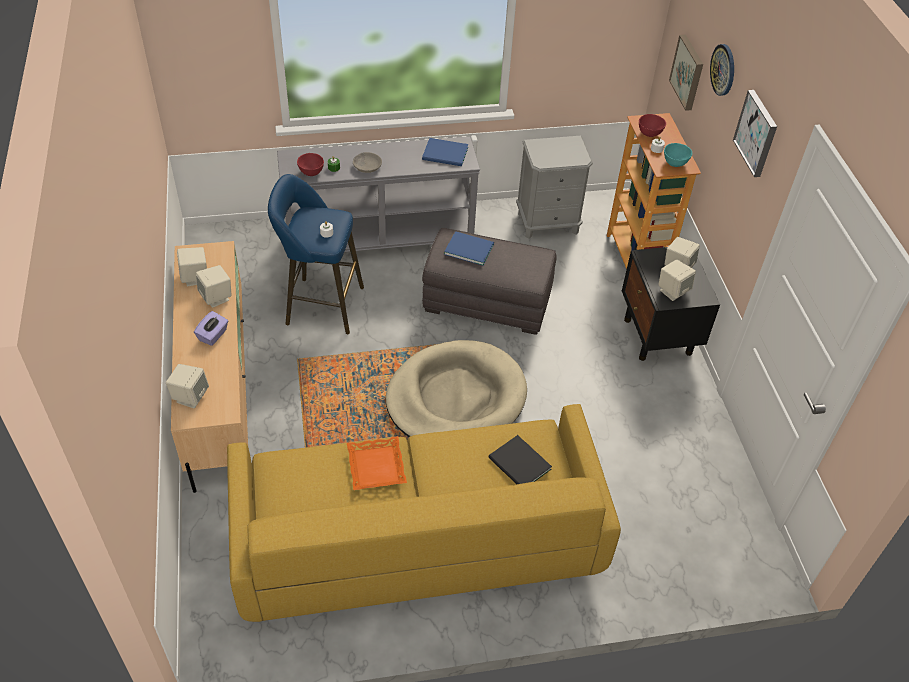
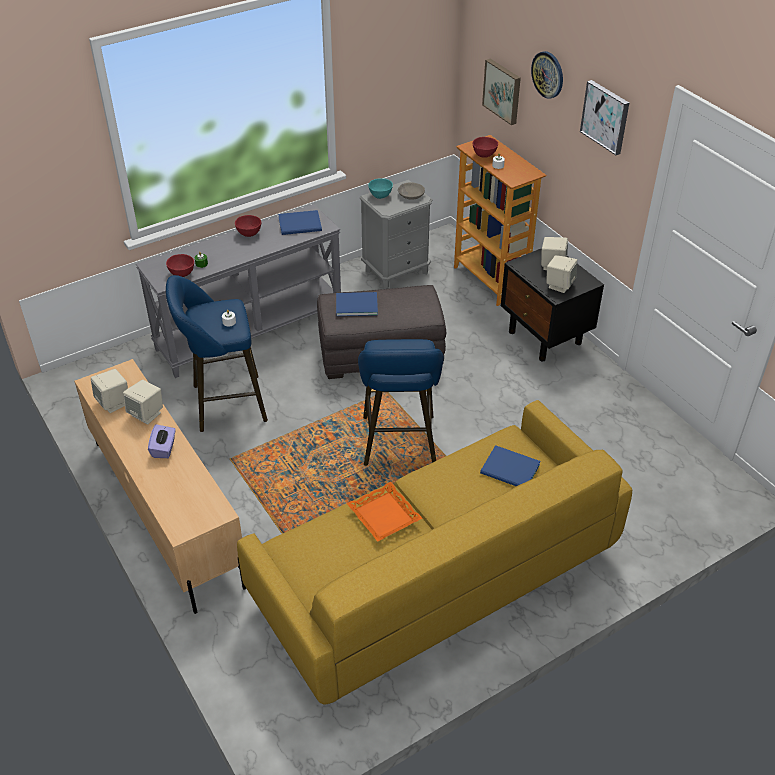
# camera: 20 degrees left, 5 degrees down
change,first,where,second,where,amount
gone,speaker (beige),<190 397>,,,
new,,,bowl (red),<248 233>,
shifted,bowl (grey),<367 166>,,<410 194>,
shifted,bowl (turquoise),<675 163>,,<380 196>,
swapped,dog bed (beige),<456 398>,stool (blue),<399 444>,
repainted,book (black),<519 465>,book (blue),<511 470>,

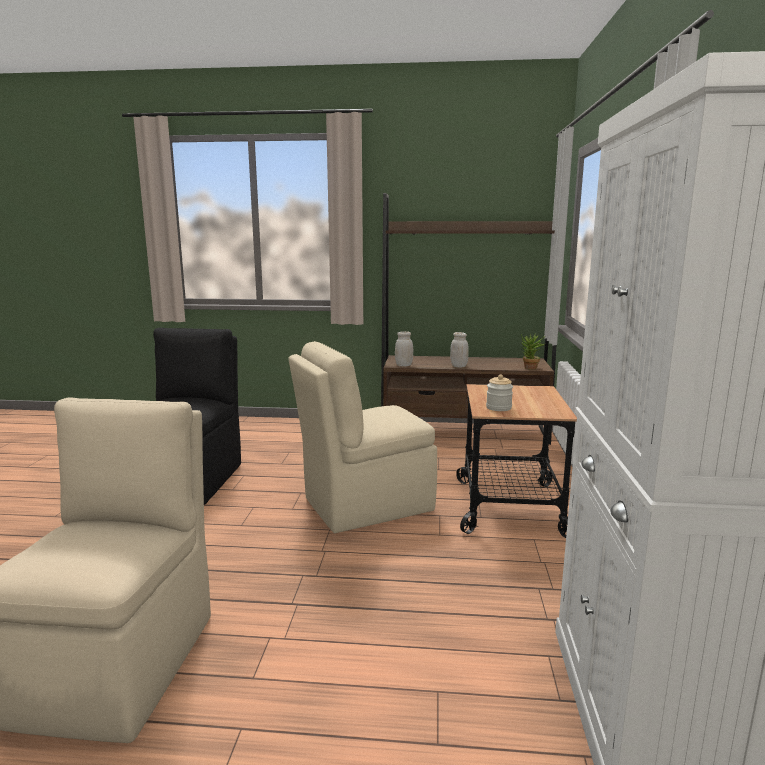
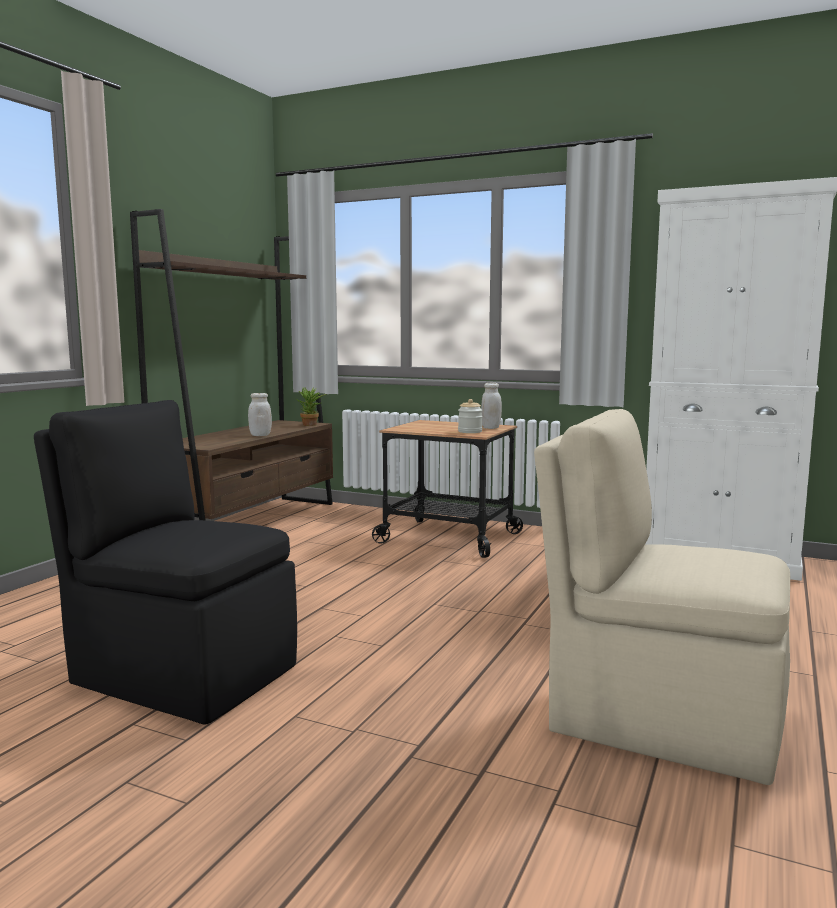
# camera: 70 degrees left, 5 degrees down
change,first,where,second,where,amount
gone,chair (beige),<365 505>,,,
shifted,jar (white),<403 365>,,<491 428>,

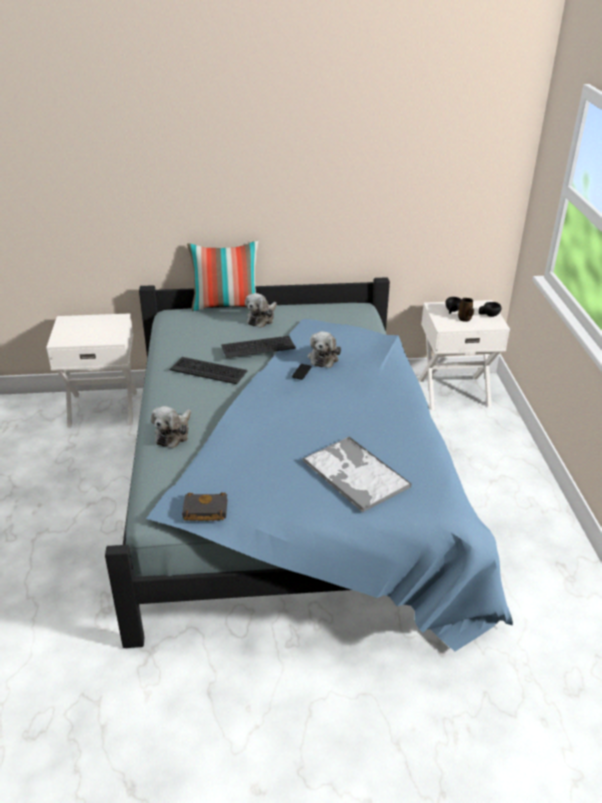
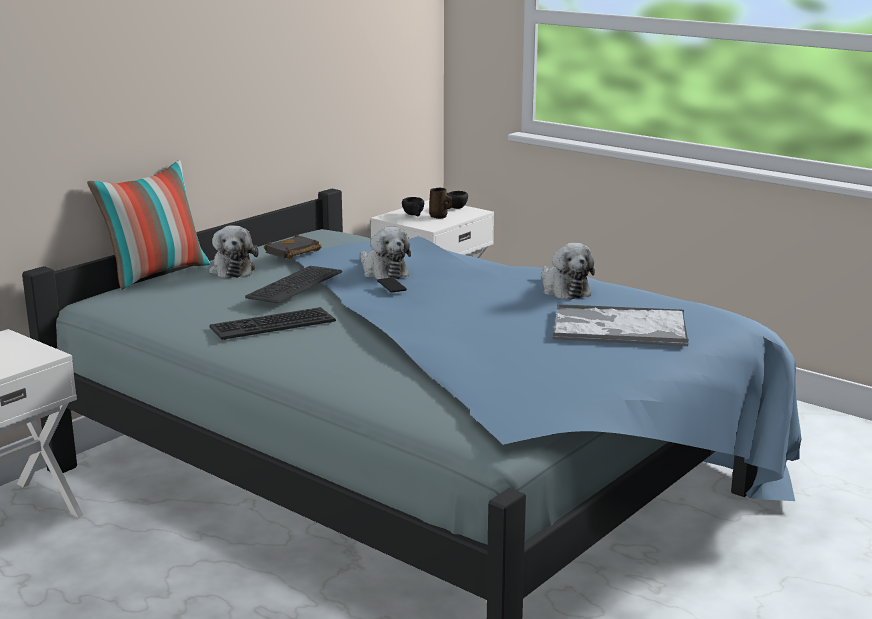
# camera: 45 degrees left, 15 degrees down
change,first,where,second,where,amount
shifted,plush toy,<173 434>,,<564 290>,
shifted,book (black),<204 511>,,<293 252>,

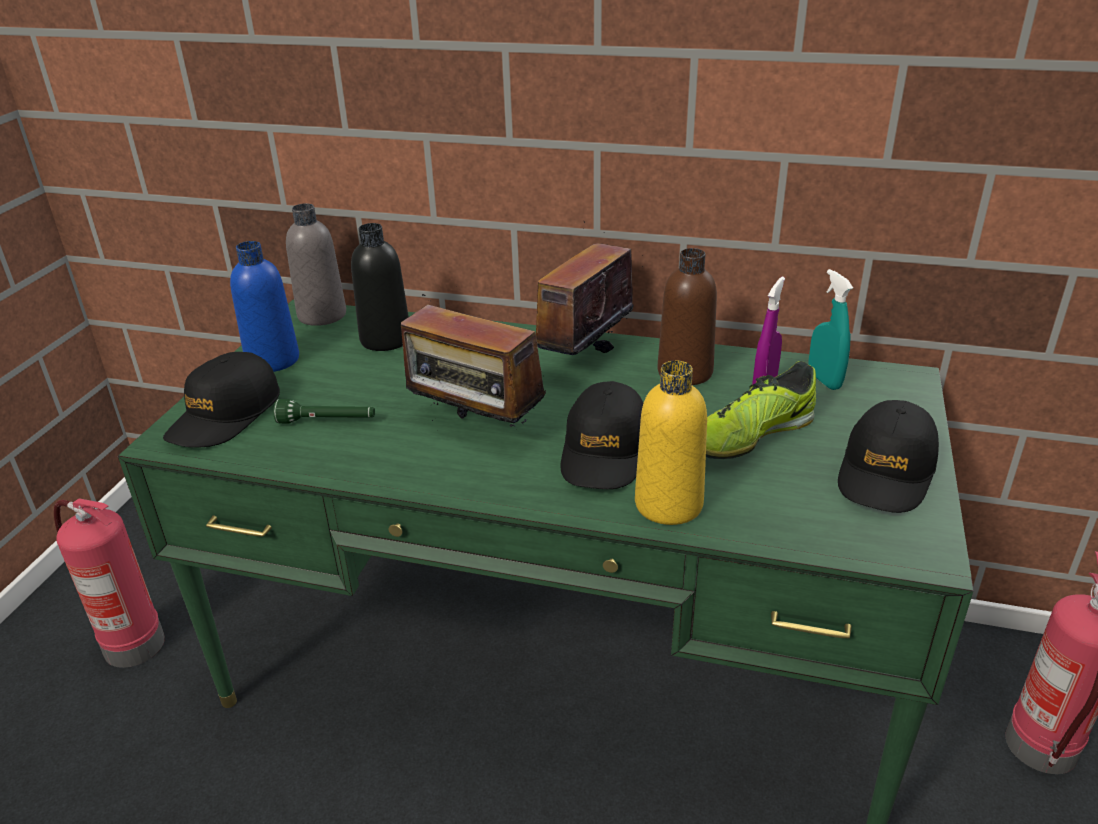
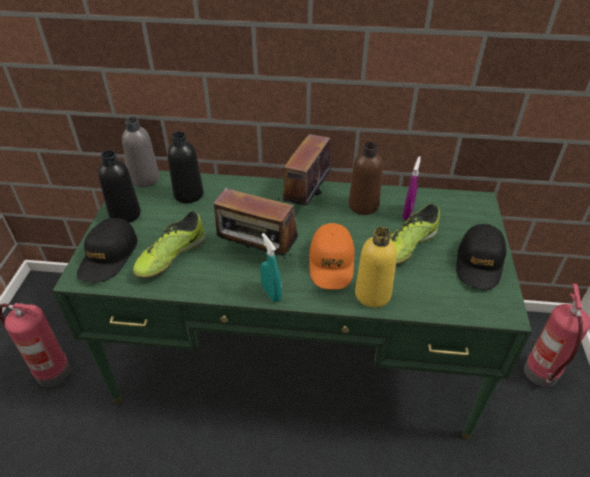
# camera: 10 degrees left, 10 degrees up
change,first,where,second,where,amount
shifted,spray bottle (turquoise),<824 380>,,<271 293>,
swapped,flashlight (green),<327 422>,shoe,<171 256>,
repainted,bottle (blue),<273 360>,bottle (black),<125 214>,
repainted,cap (black),<604 451>,cap (orange),<331 263>,

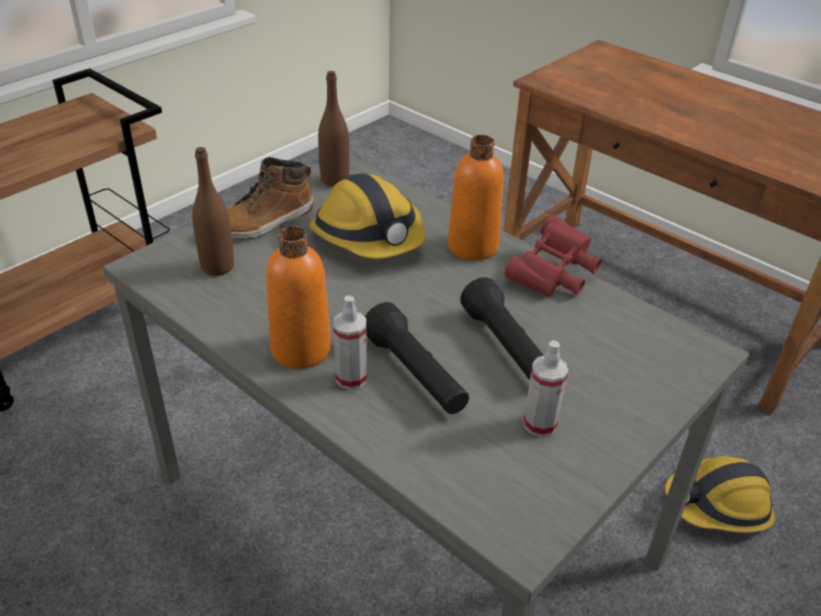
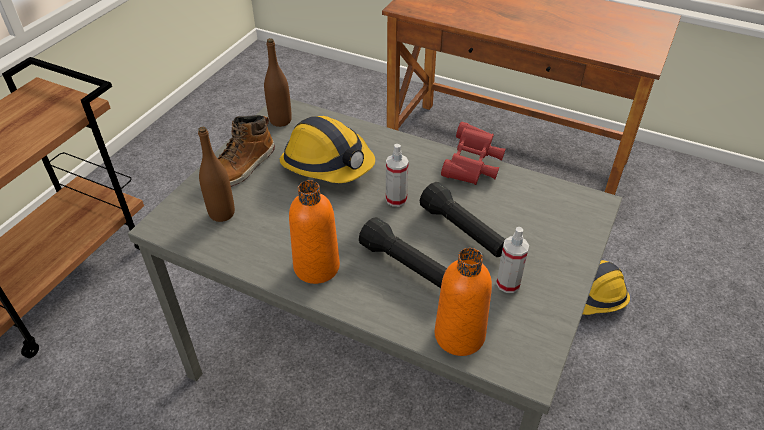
# camera: 15 degrees left, 5 degrees up
change,first,where,second,where,amount
shifted,spray bottle,<351 378>,,<396 199>,
shifted,bottle (orange),<473 247>,,<459 335>,

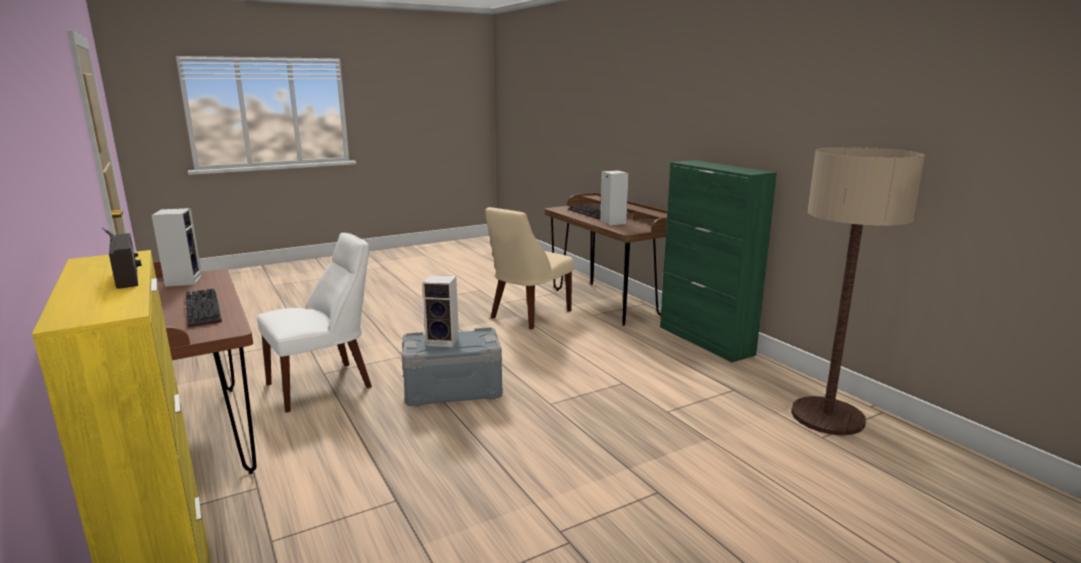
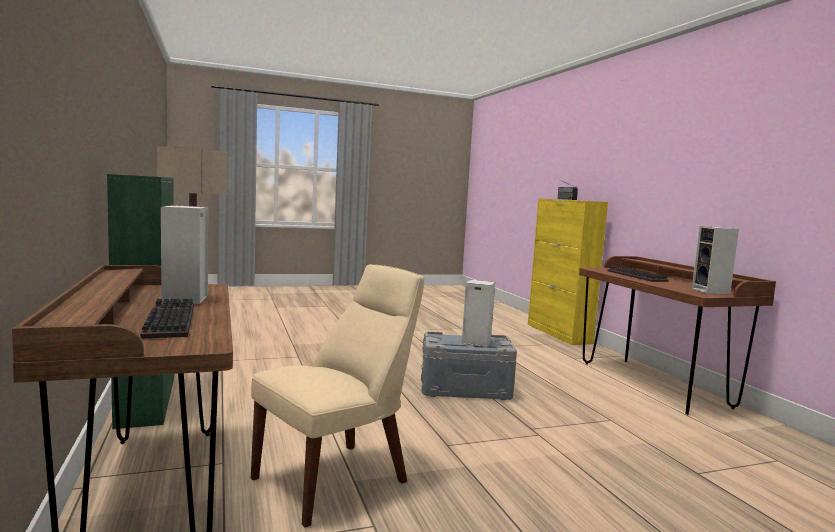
# camera: 170 degrees left, 10 degrees down
change,first,where,second,where,amount
gone,chair (white),<324 384>,,,

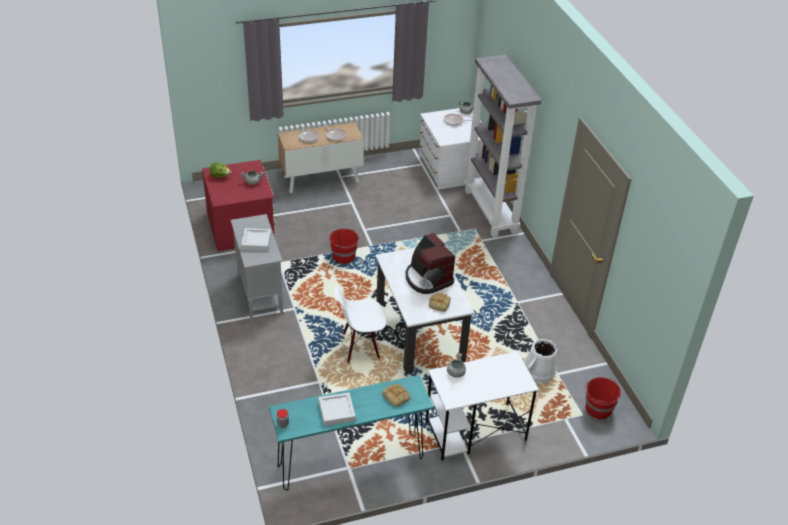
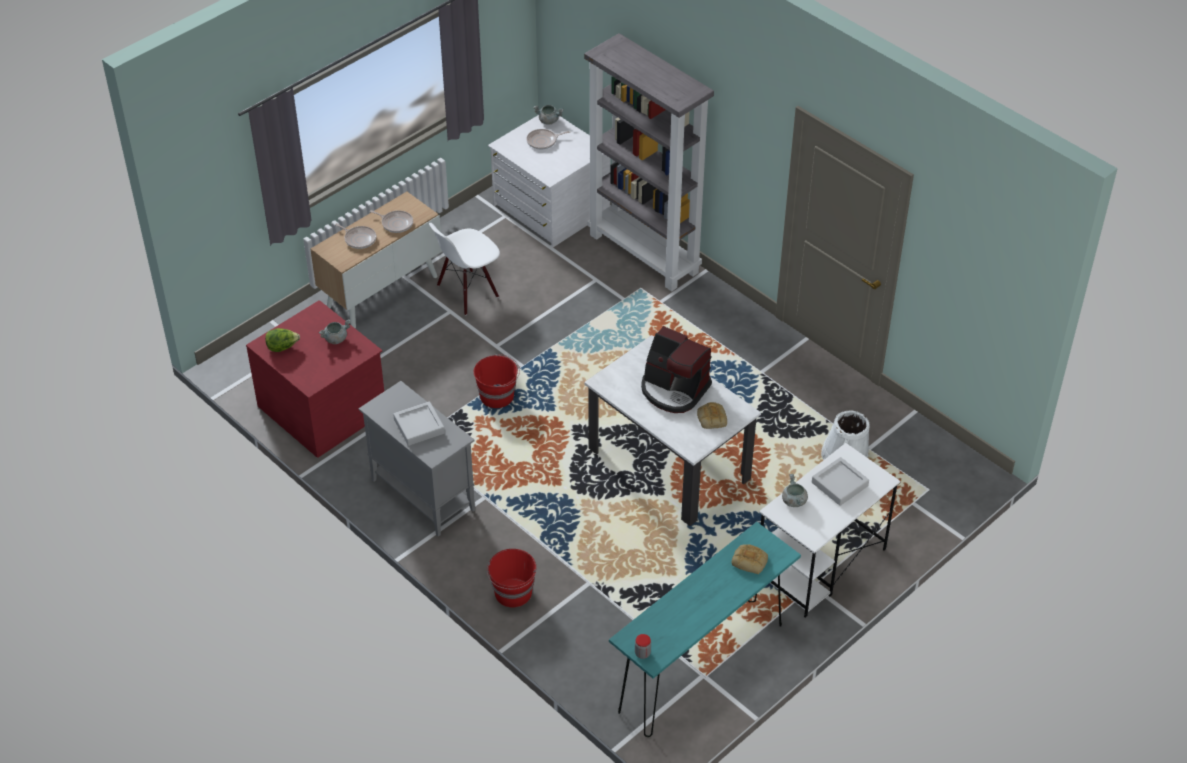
# camera: 25 degrees left, 5 degrees up
change,first,where,second,where,amount
shifted,tray (grey),<336 411>,,<839 484>,
shifted,chair (white),<360 347>,,<467 292>,
shifted,bucket (red),<598 409>,,<513 593>,

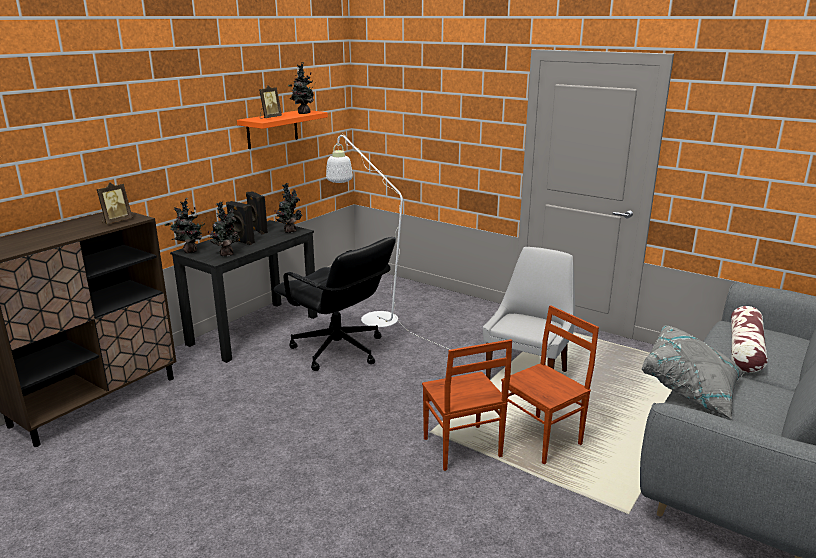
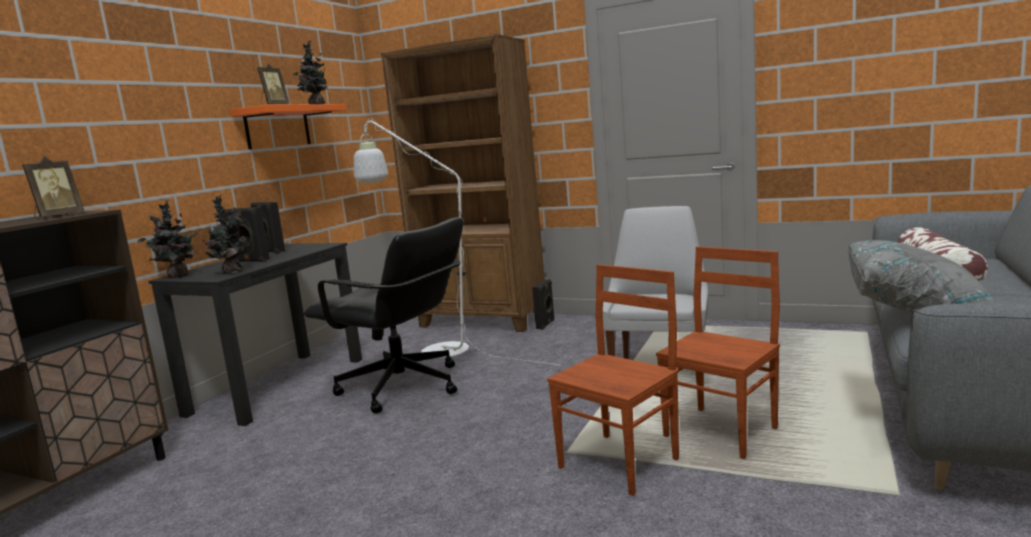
# camera: 10 degrees left, 10 degrees down
change,first,where,second,where,amount
gone,potted plant,<289 231>,,,
new,,,bookcase (brown),<483 321>,
new,,,speaker (black),<546 324>,
rotated,chair (brown),<461 448>,,<621 463>,105 degrees counterclockwise

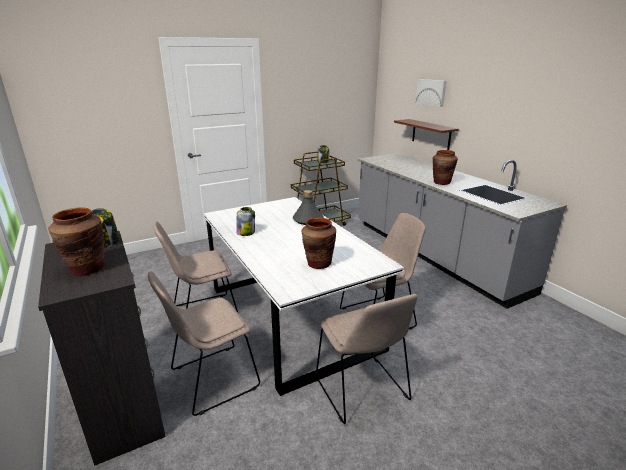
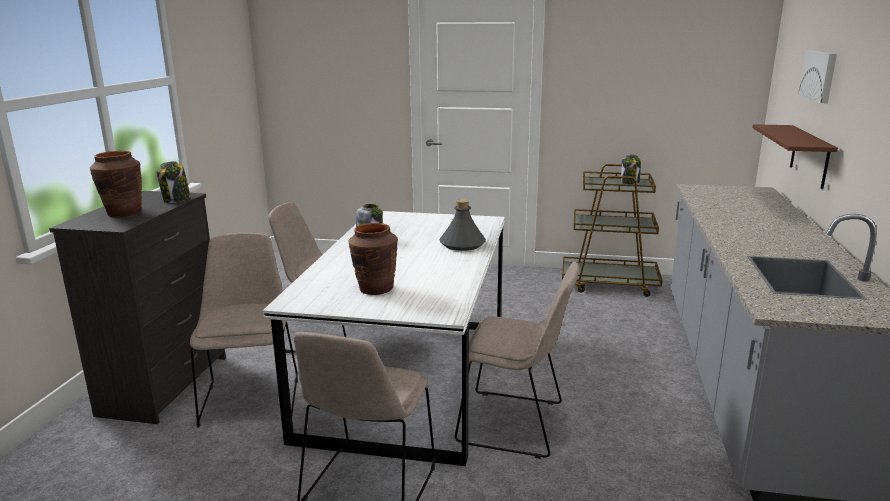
# camera: 40 degrees right, 5 degrees down
change,first,where,second,where,amount
gone,vase (brown),<441 182>,,,
rotated,chair (beige),<211 380>,,<250 398>,75 degrees clockwise

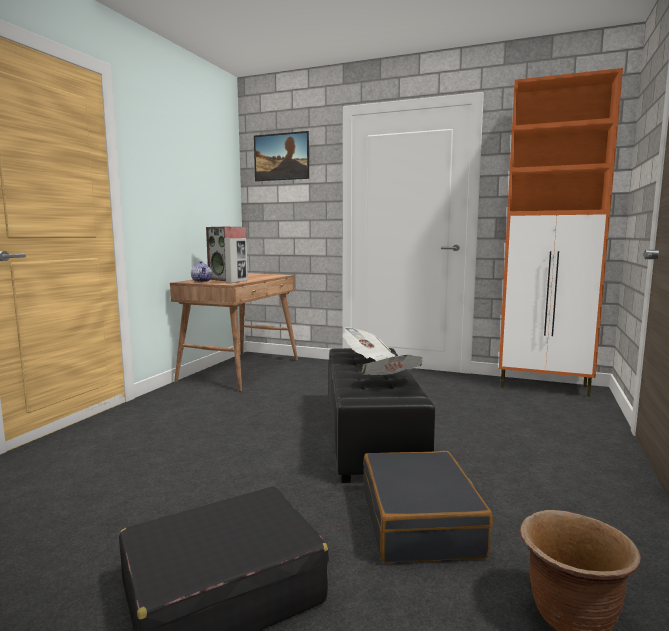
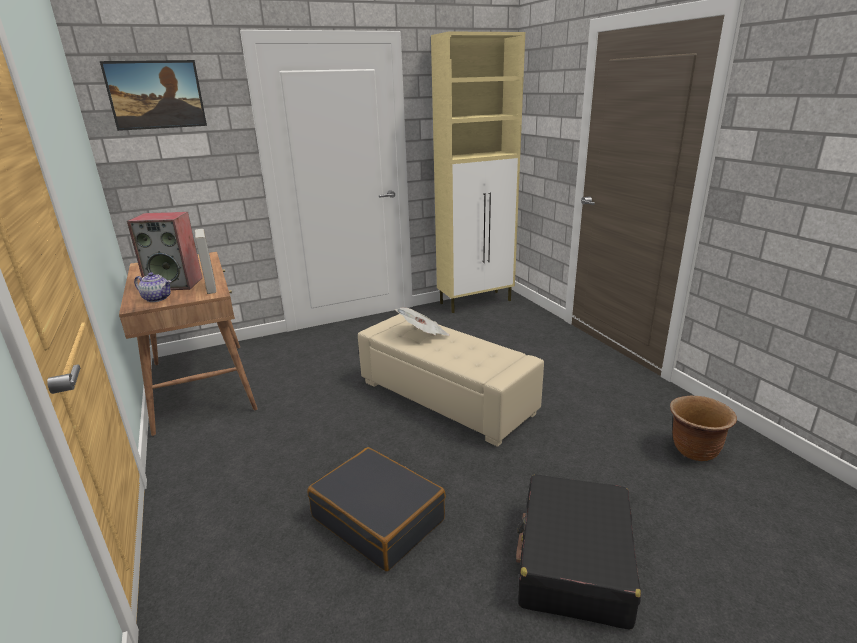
# camera: 45 degrees left, 15 degrees up
change,first,where,second,where,amount
gone,newspaper,<391 383>,,,
shifted,suitcase (black),<420 522>,,<378 518>,
repainted,ottoman (black),<371 434>,ottoman (beige),<446 397>,
repainted,cabinet (orange),<544 387>,cabinet (beige),<476 302>,

